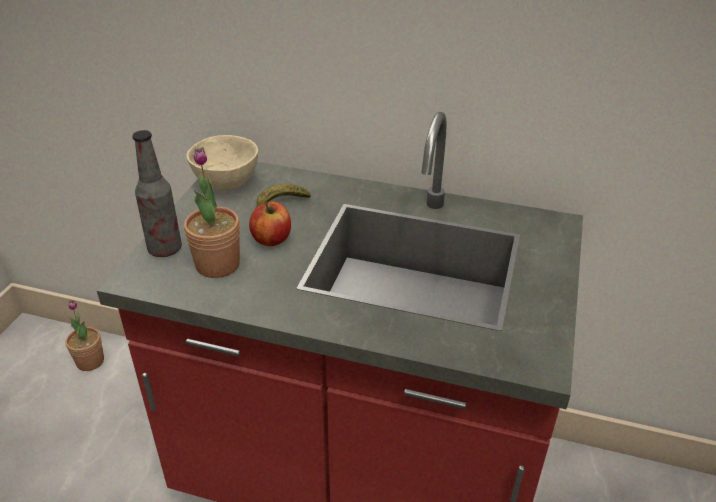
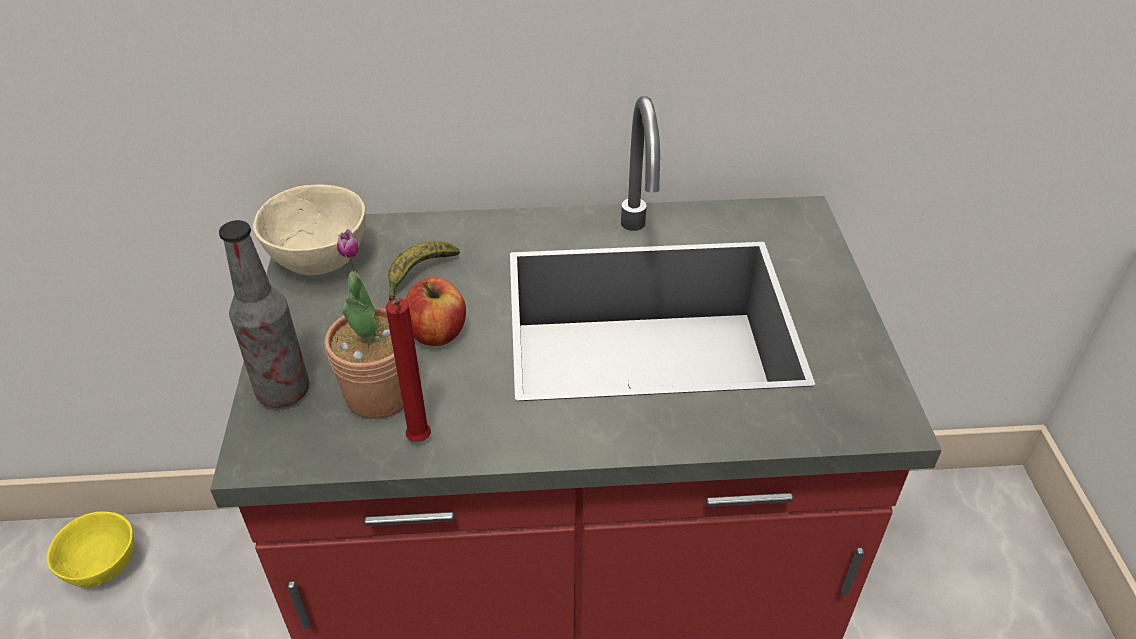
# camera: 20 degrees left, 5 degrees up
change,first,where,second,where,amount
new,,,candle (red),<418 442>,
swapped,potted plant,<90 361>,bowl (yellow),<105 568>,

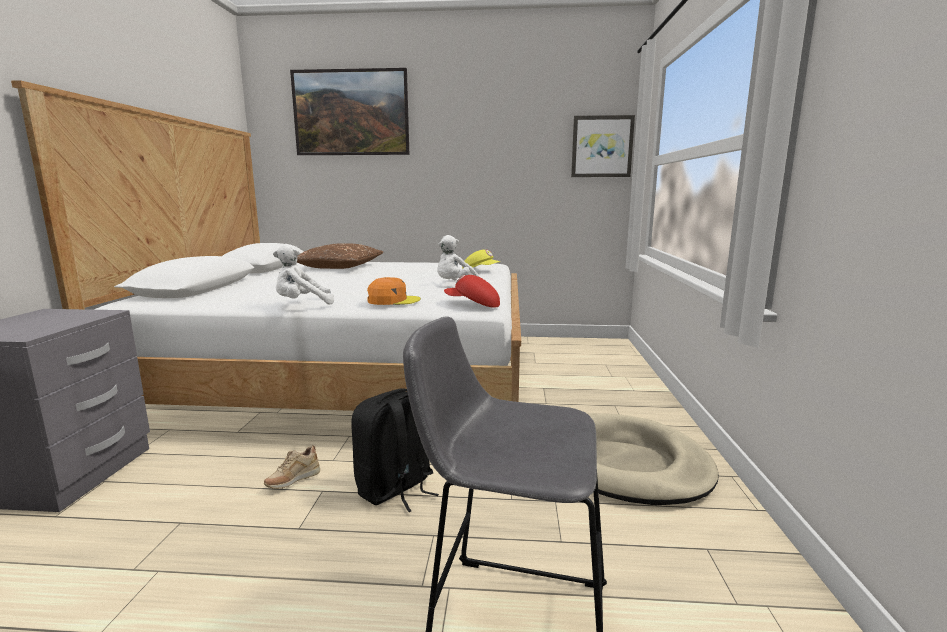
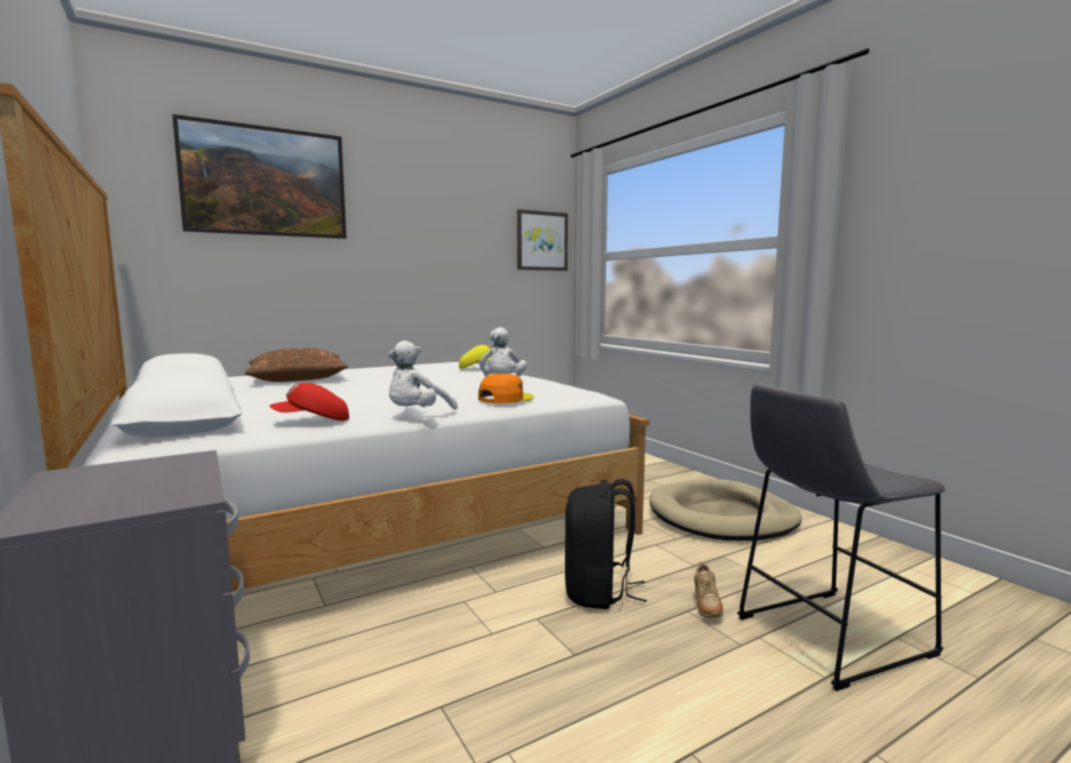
# camera: 35 degrees left, 5 degrees down
change,first,where,second,where,amount
shifted,shoe (beige),<292 481>,,<706 608>,
shifted,cap (red),<473 305>,,<313 422>,

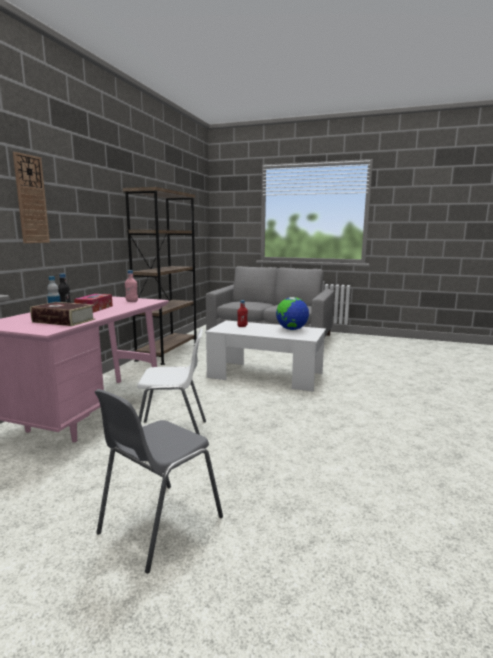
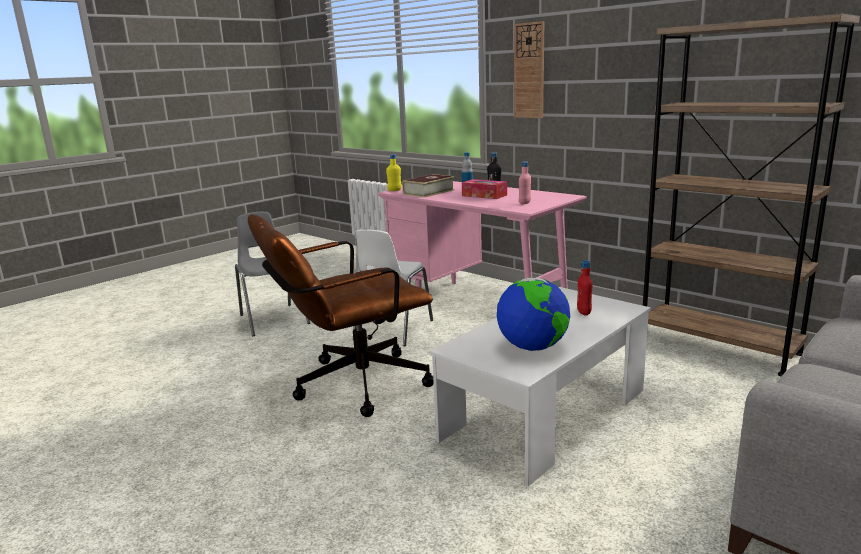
# camera: 115 degrees right, 5 degrees up
change,first,where,second,where,amount
new,,,office chair (brown),<350 385>,
new,,,bottle (yellow),<394 190>,

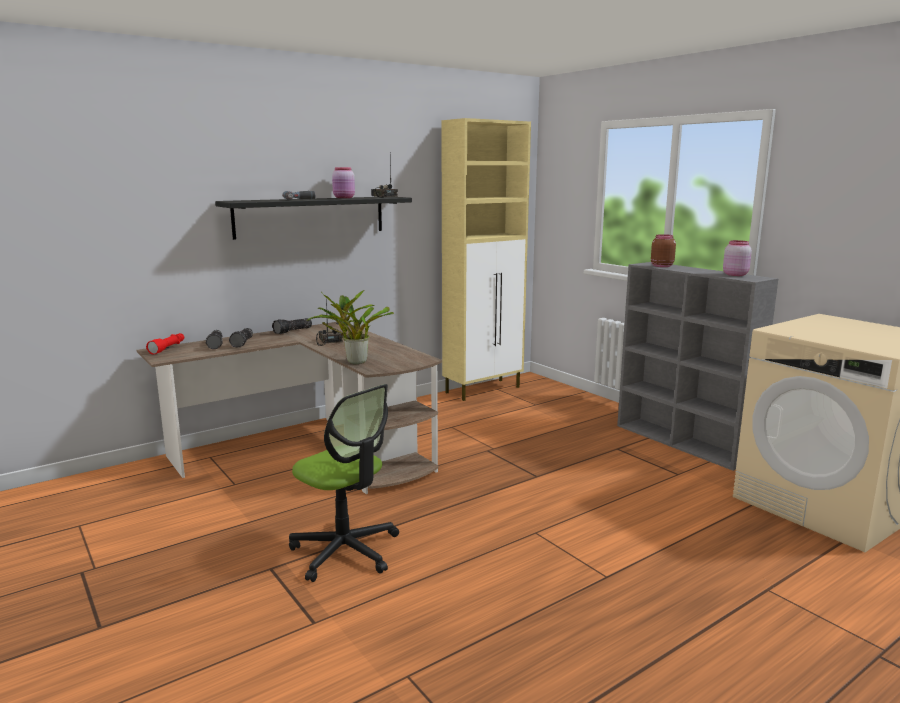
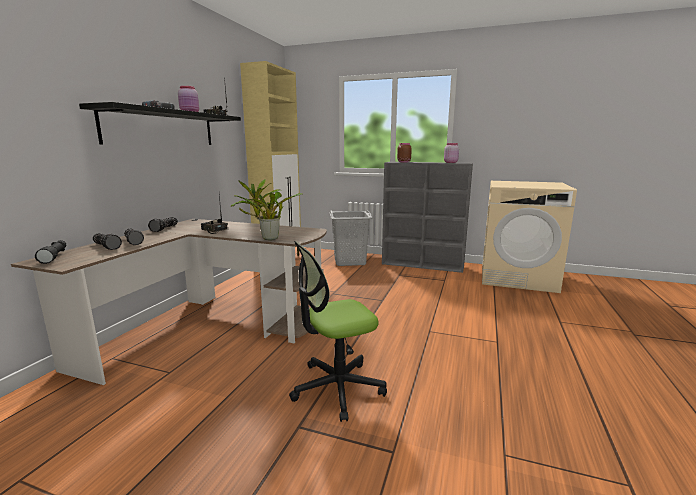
# camera: 35 degrees left, 0 degrees up
change,first,where,second,where,amount
new,,,laundry basket (grey),<350 261>,
repainted,flashlight (red),<168 348>,flashlight (black),<55 256>,
rotated,office chair,<345 551>,,<337 388>,150 degrees clockwise

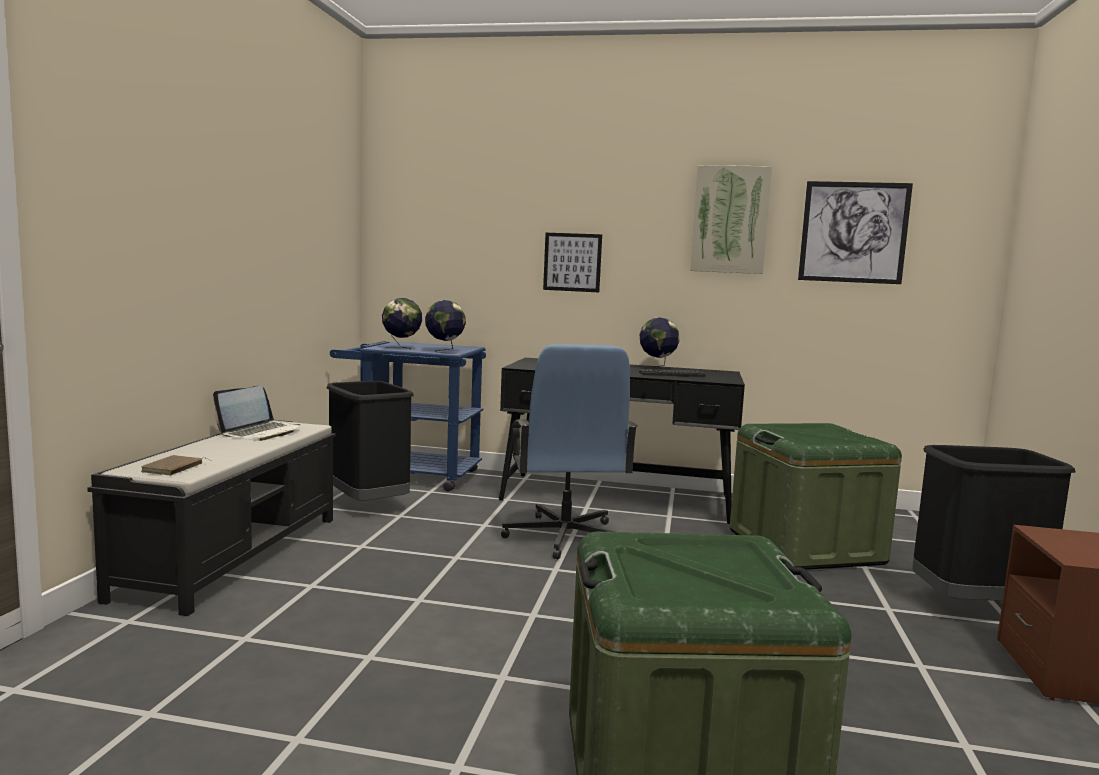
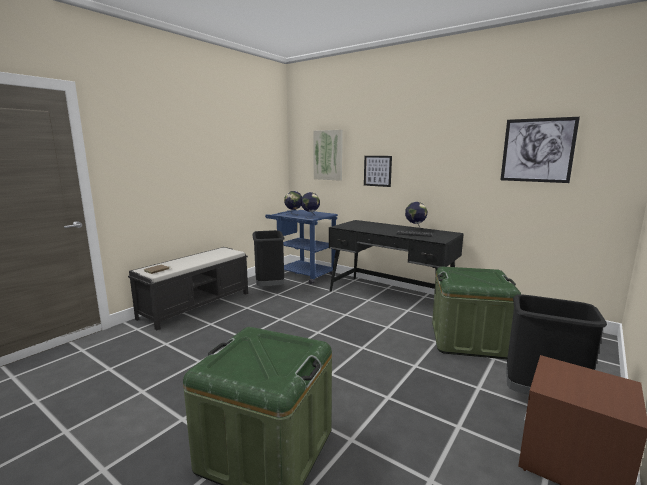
# camera: 25 degrees right, 5 degrees up
change,first,where,second,where,amount
gone,laptop,<260 432>,,,
gone,office chair (blue),<564 537>,,,
shifted,picture,<730 220>,,<328 155>,

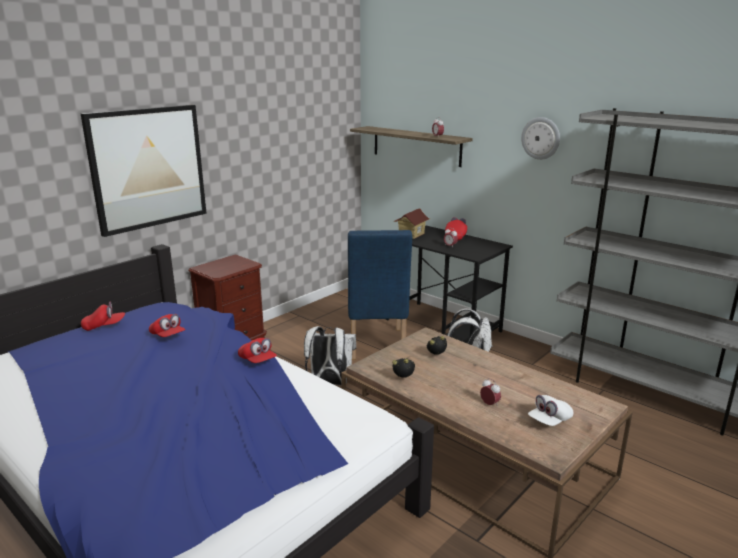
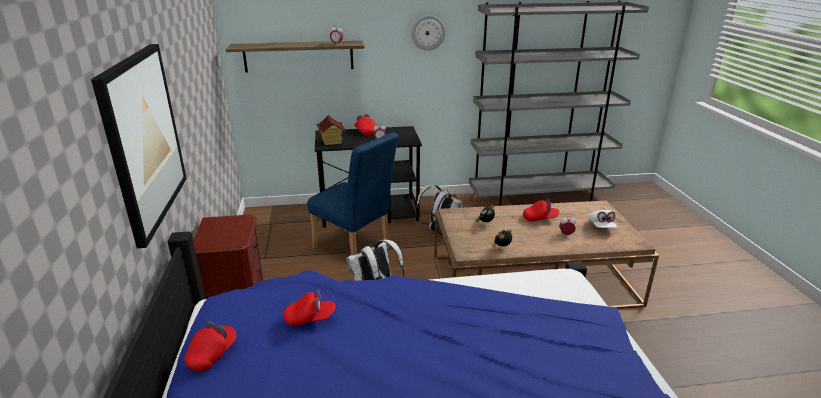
# camera: 50 degrees left, 5 degrees up
change,first,where,second,where,amount
shifted,cap (red),<258 361>,,<540 218>,

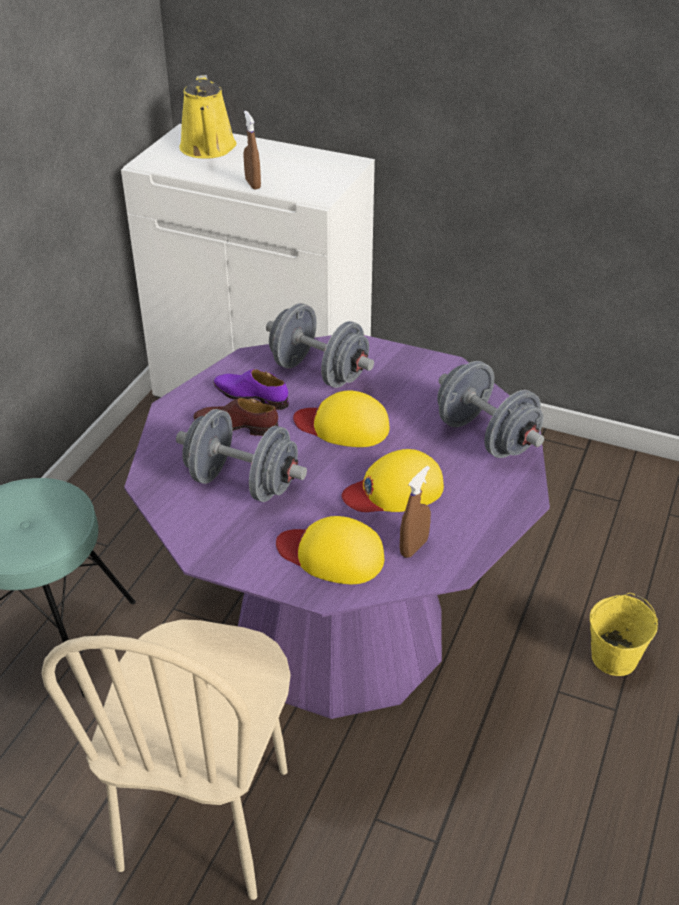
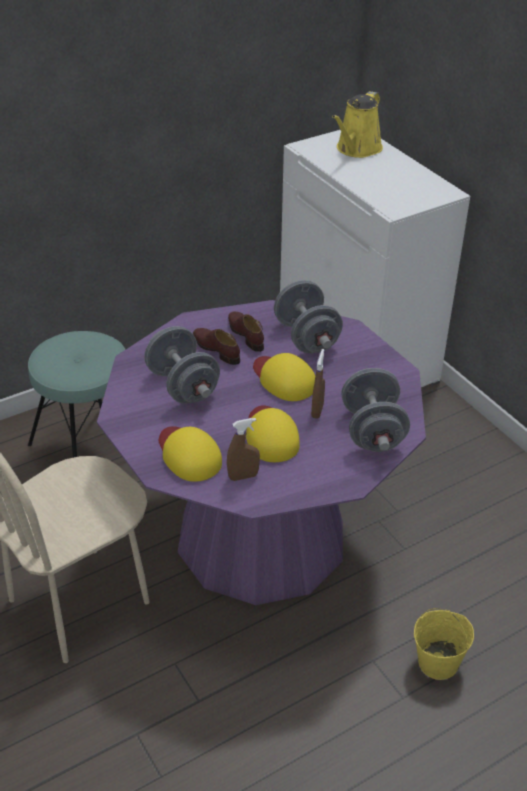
# camera: 35 degrees right, 0 degrees up
change,first,where,second,where,amount
shifted,spray bottle (brown),<253 184>,,<317 411>,
repainted,shoe (purple),<251 396>,shoe (brown),<246 334>,
rotated,cap (yellow),<394 490>,,<271 435>,60 degrees clockwise

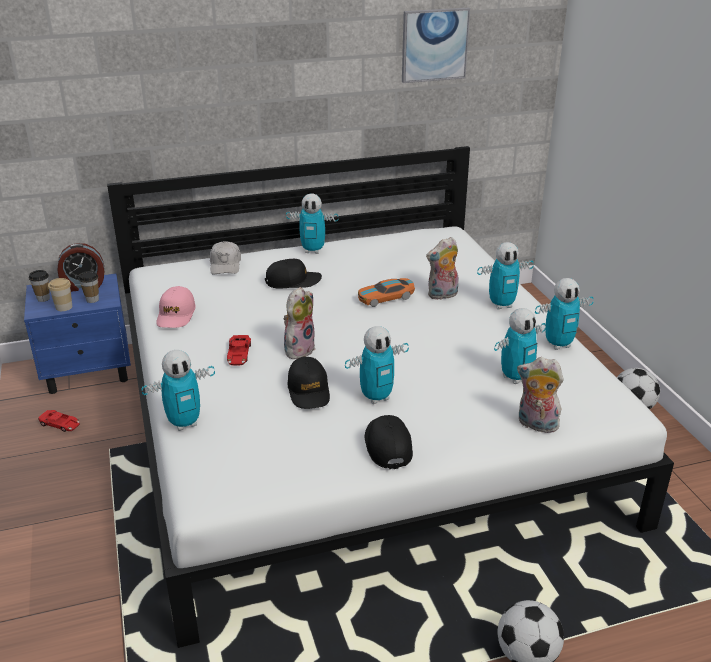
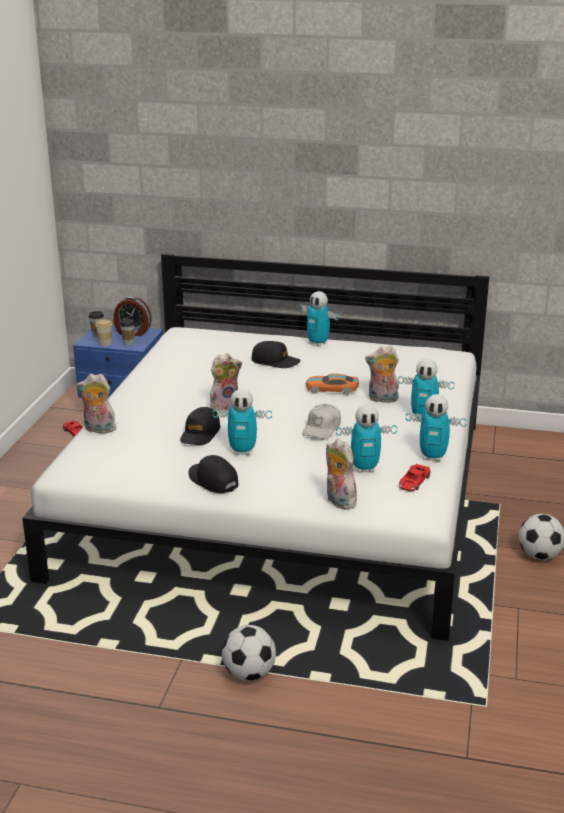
# camera: 30 degrees right, 5 degrees down
change,first,where,second,where,amount
gone,cap (pink),<176 315>,,,
gone,picture,<434 45>,,,
shifted,cap (white),<225 265>,,<322 428>,
shifted,toy car (red),<239 354>,,<413 482>,
swapped,toy robot,<184 423>,plush toy,<98 430>,
rotated,cap (black),<387 446>,,<213 480>,60 degrees counterclockwise

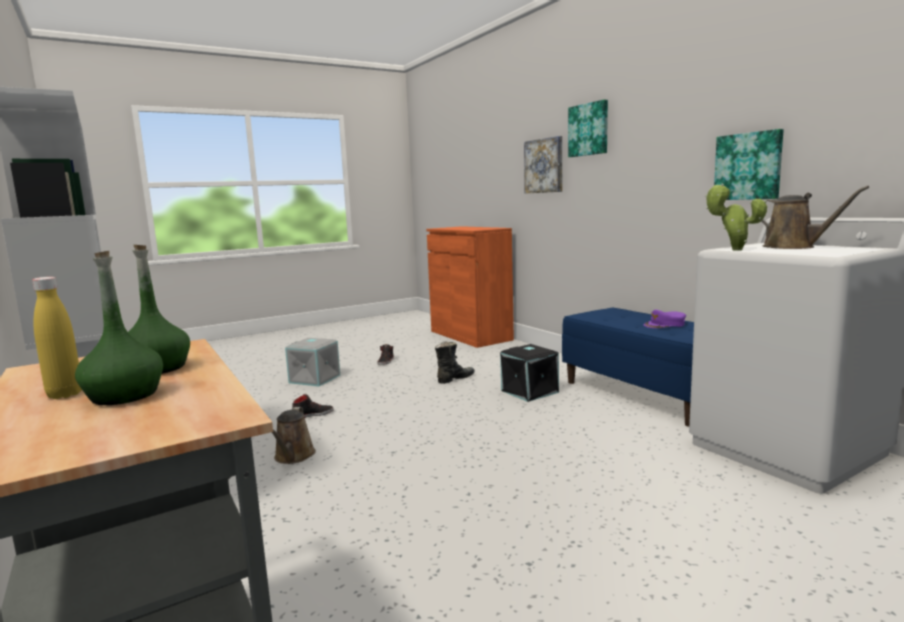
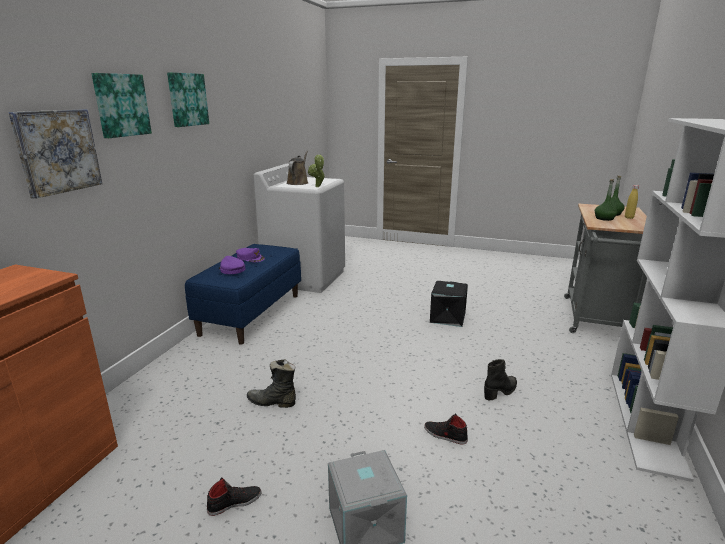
# camera: 130 degrees left, 10 degrees up
change,first,where,second,where,amount
new,,,cap (purple),<231 269>,
shifted,storage box (black),<530 391>,,<447 317>,
shifted,picture,<748 166>,,<187 99>,
swapped,watering can (brown),<293 457>,boot (black),<500 392>,

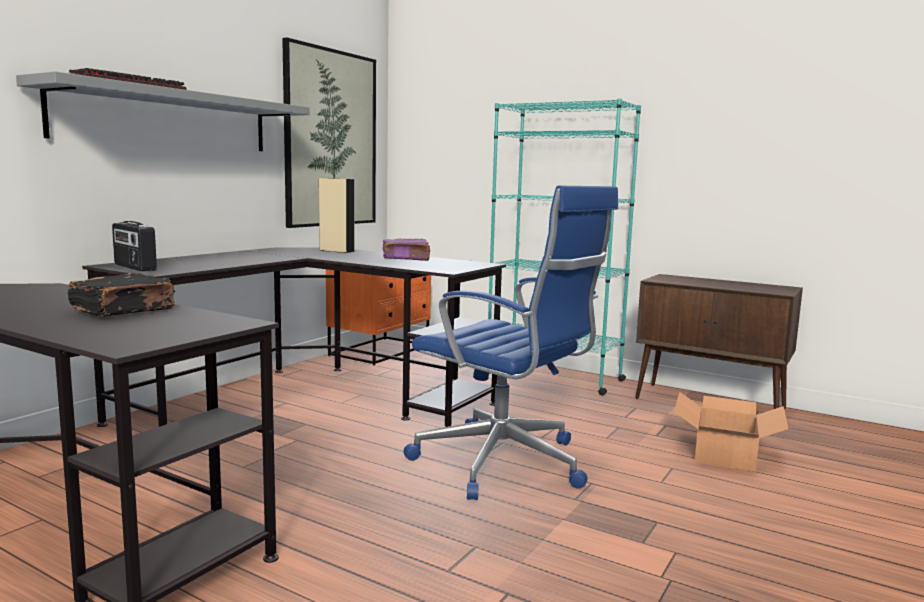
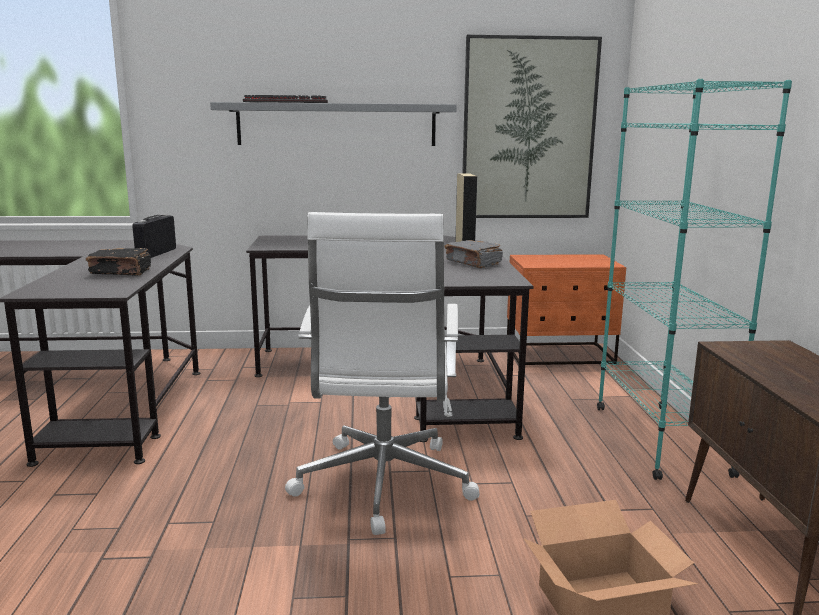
# camera: 55 degrees right, 5 degrees up
change,first,where,second,where,amount
shifted,radio,<134 267>,,<156 253>,
repainted,book (purple),<406 259>,book (grey),<473 263>,
repainted,office chair (blue),<505 464>,office chair (white),<382 486>,

